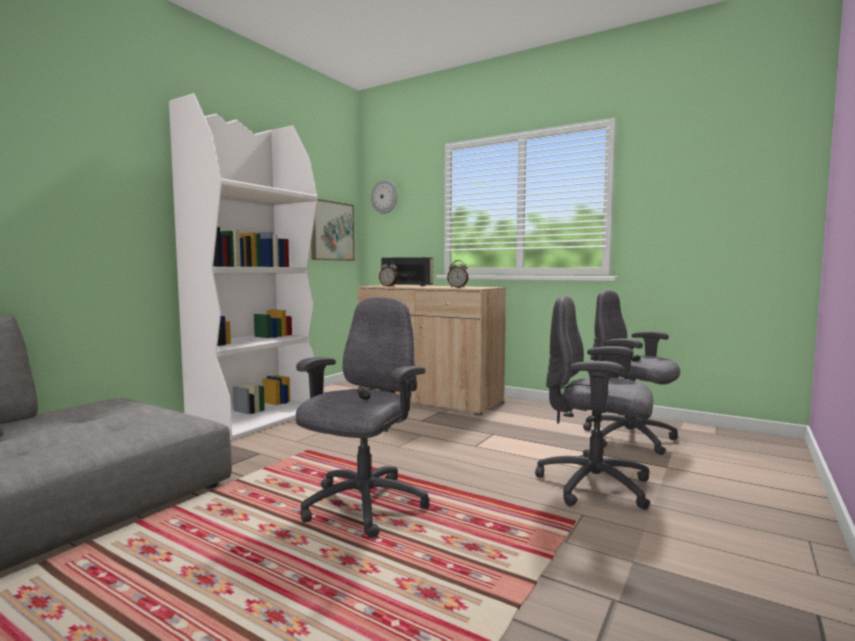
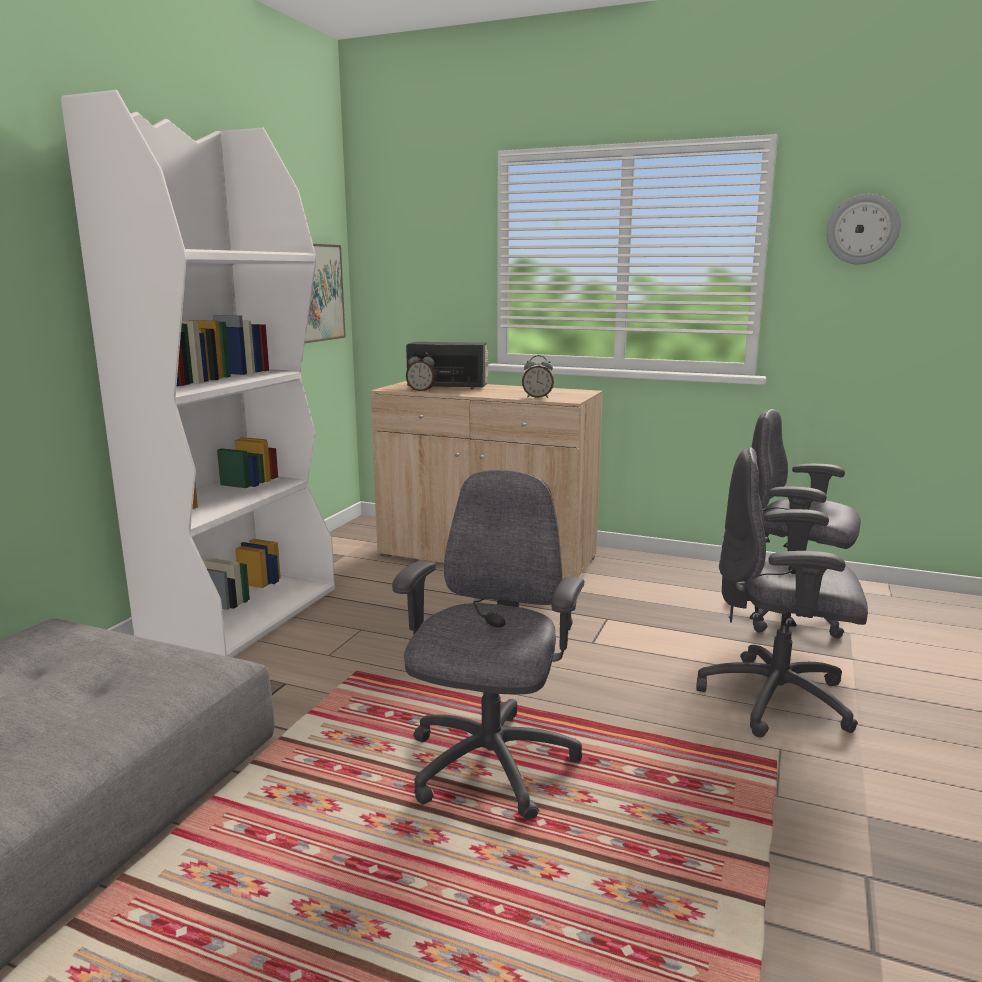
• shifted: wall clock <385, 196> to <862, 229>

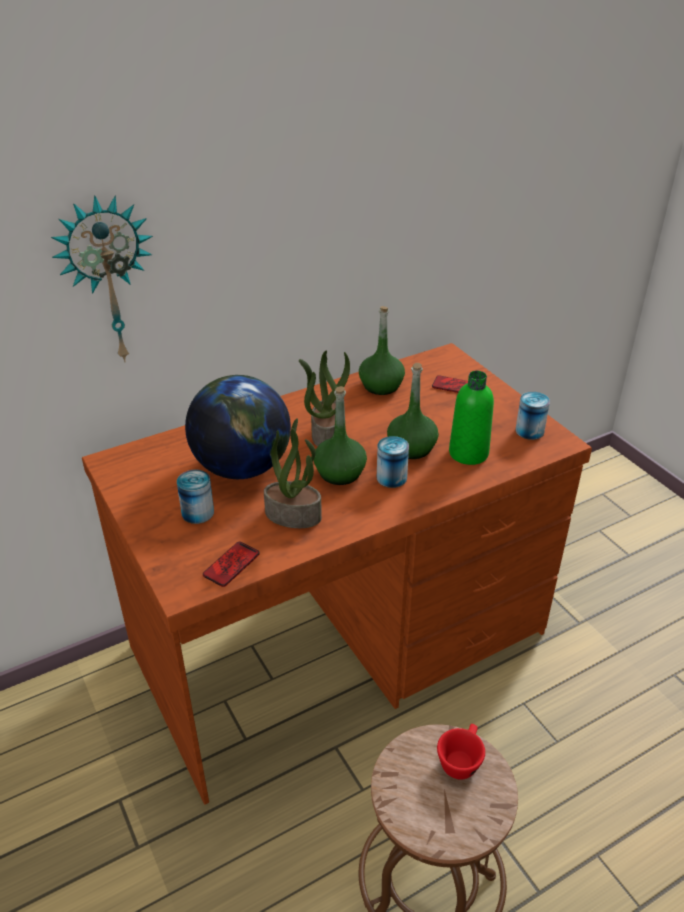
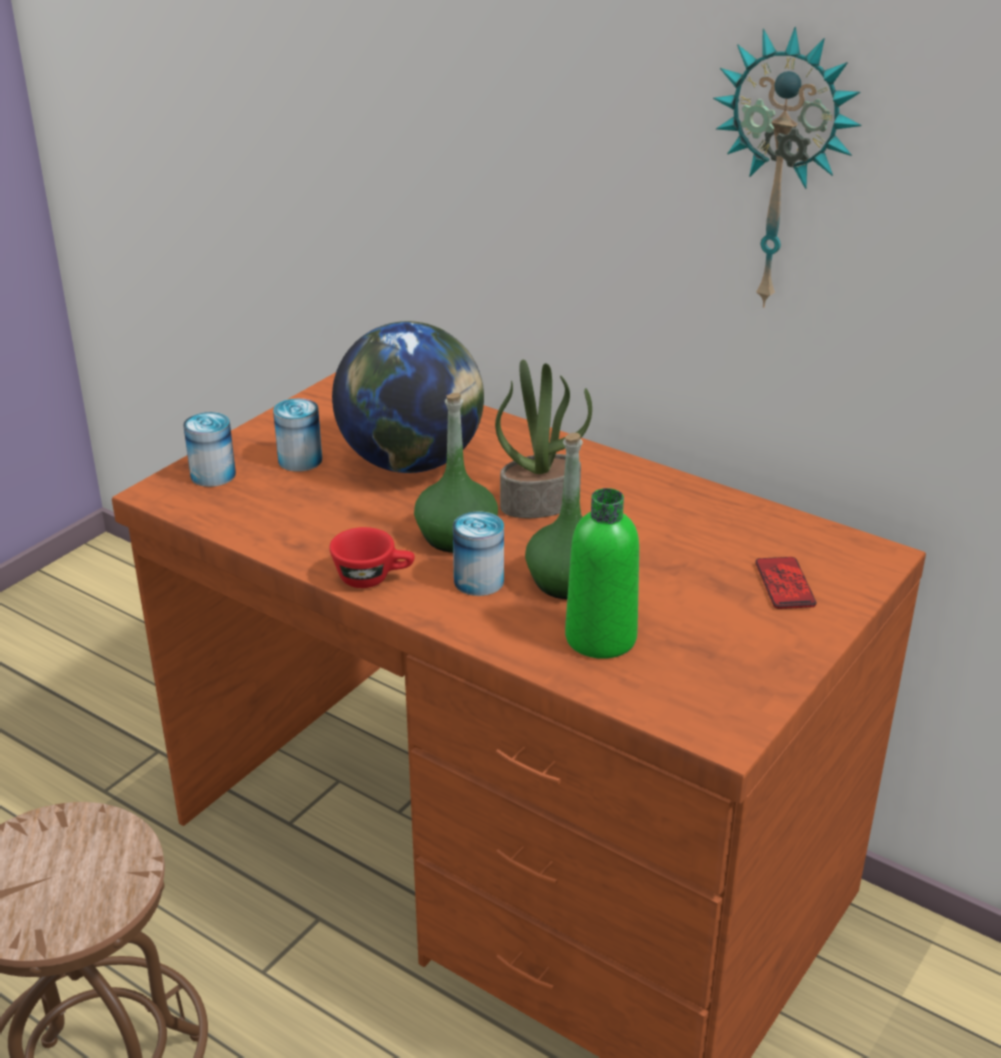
• shifted: wall clock <108, 281> to <783, 171>
• gone: phone <231, 565>
• gone: potted plant <294, 515>
• gone: bottle (green) <381, 385>
• shifted: cup (red) <460, 759> to <373, 578>
• shifted: can <529, 431> to <213, 475>

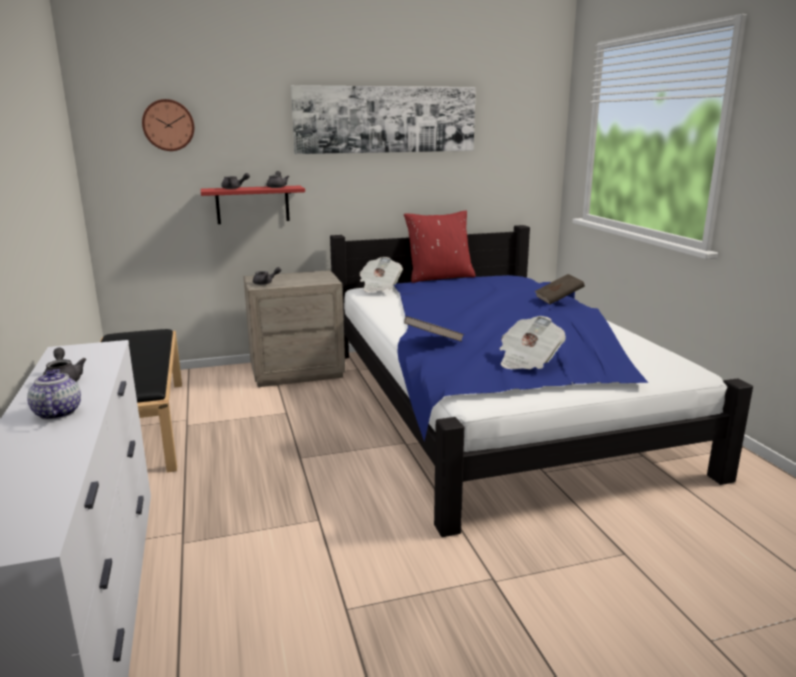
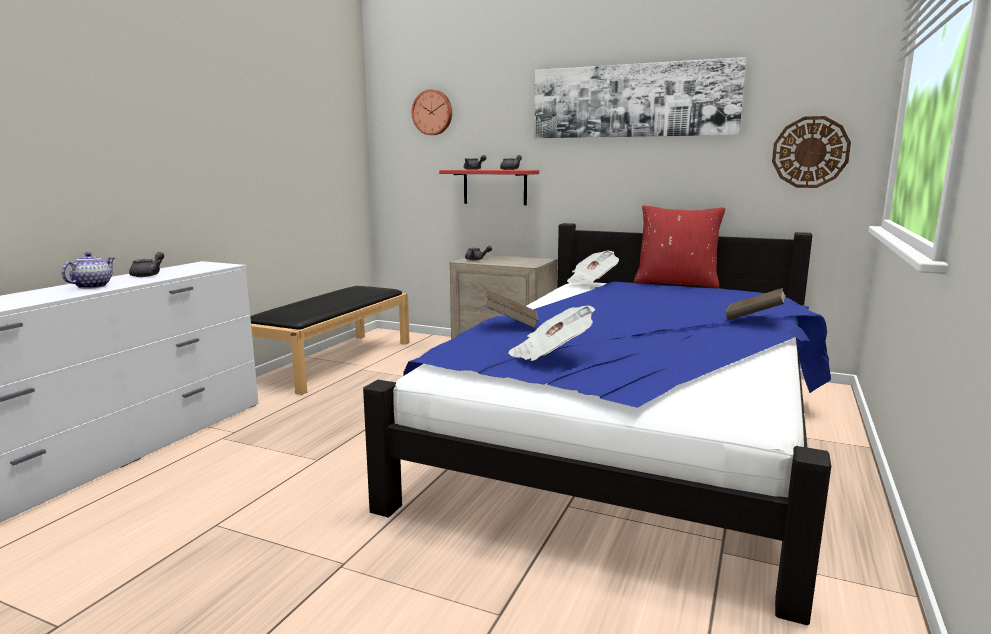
• new: wall clock <810, 152>

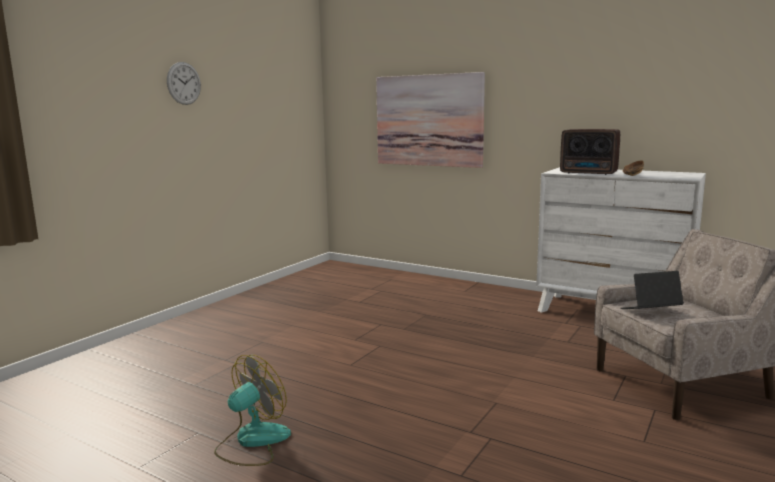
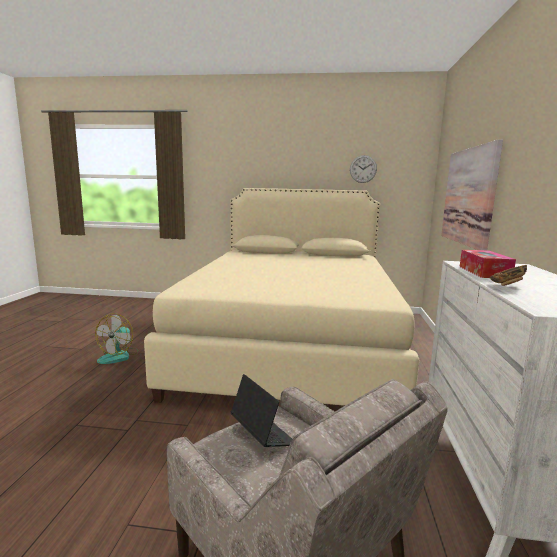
• shifted: wall clock <184, 83> to <363, 169>
• rotated: fan <252, 441> = <119, 356> 90 degrees clockwise
• swapped: radio <589, 173> to tissue box <484, 272>
• new: bed (beige) <291, 344>

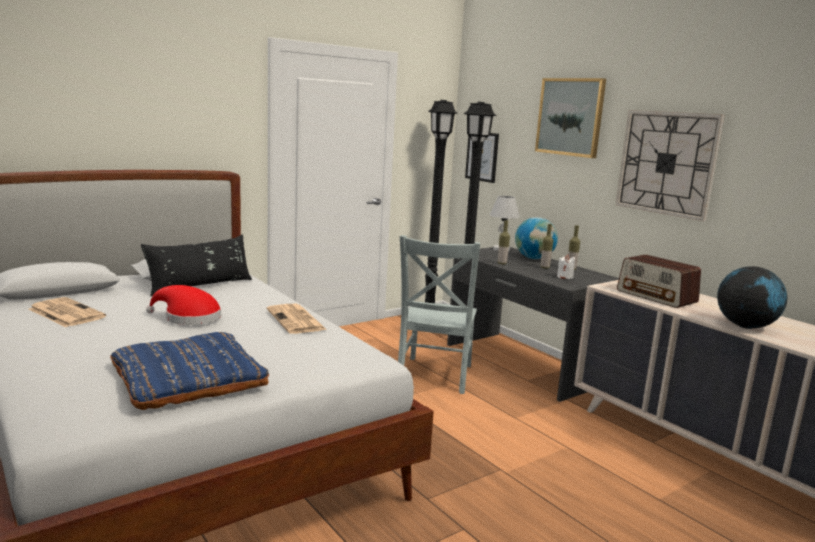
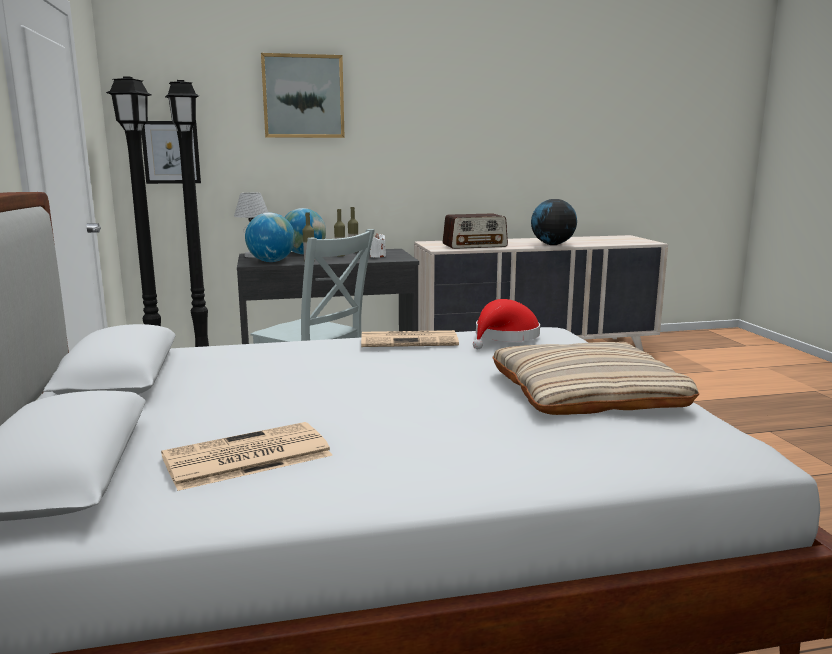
• repainted: pillow (blue) <189, 379> to pillow (beige) <586, 391>
• gone: pillow (black) <200, 286>
• shifted: hat (red) <188, 318> to <504, 337>
• gone: wall clock <667, 163>
• new: globe <271, 261>

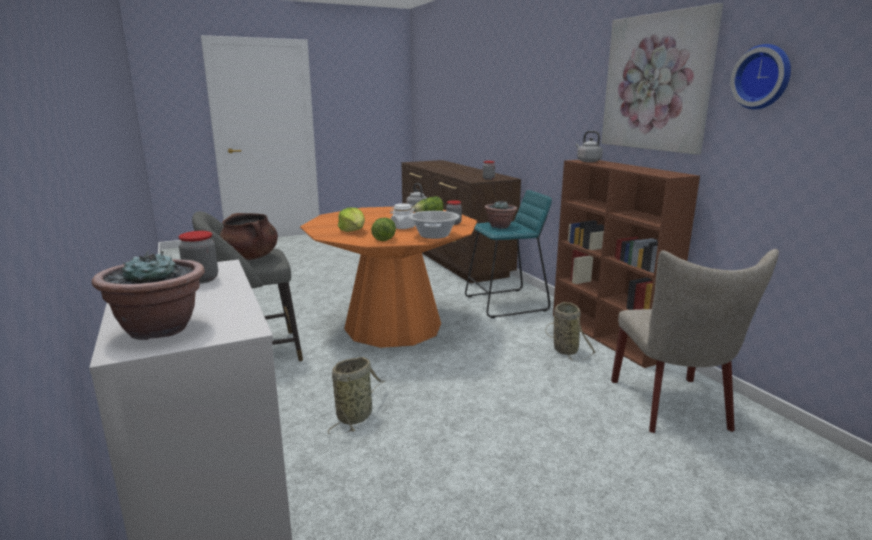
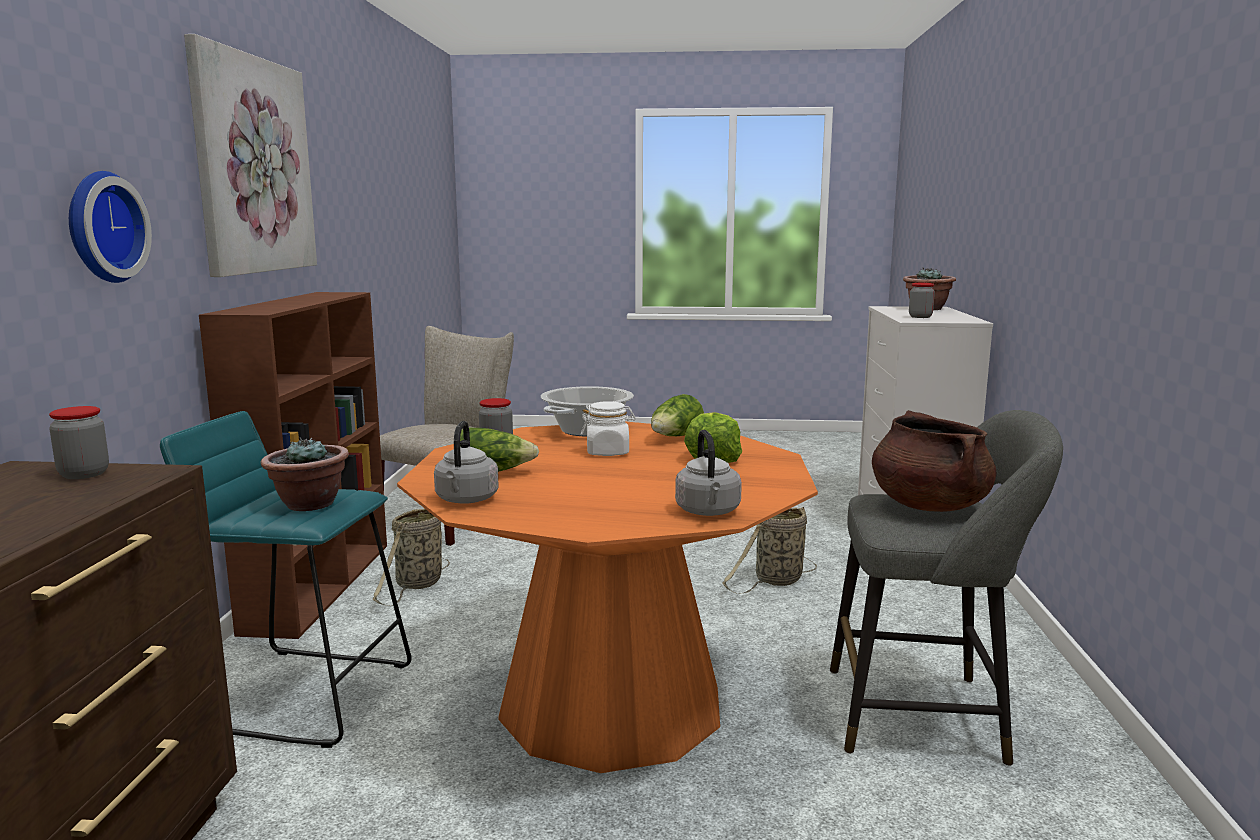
• shifted: kettle (grey) <587, 161> to <708, 512>
• shifted: wall clock <763, 77> to <101, 227>

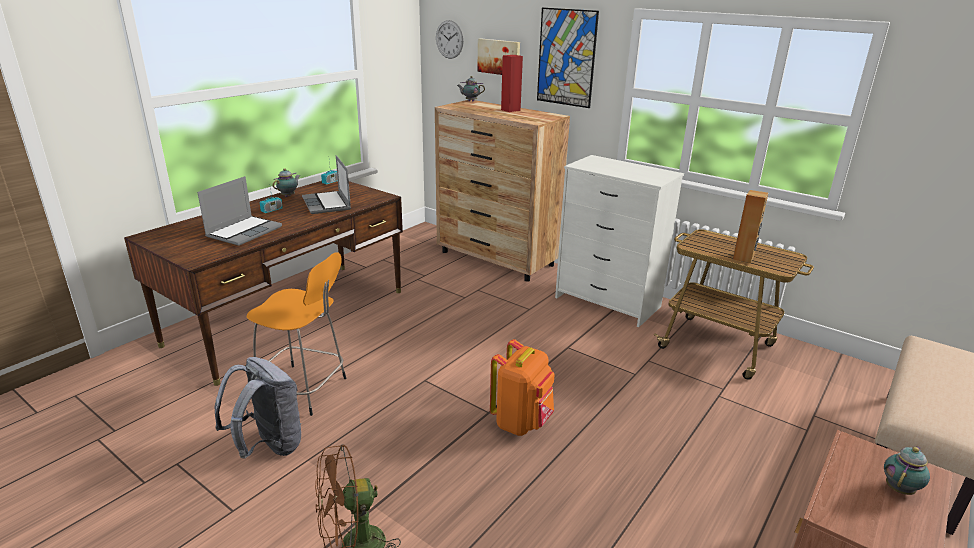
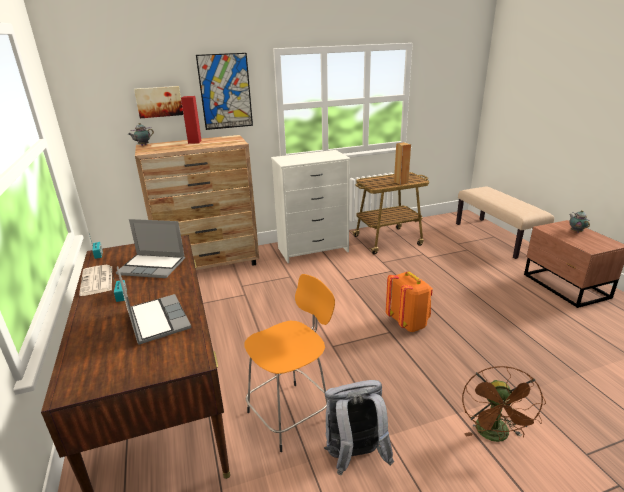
• swapped: teapot <289, 196> to newspaper <97, 281>
• gone: wall clock <449, 39>

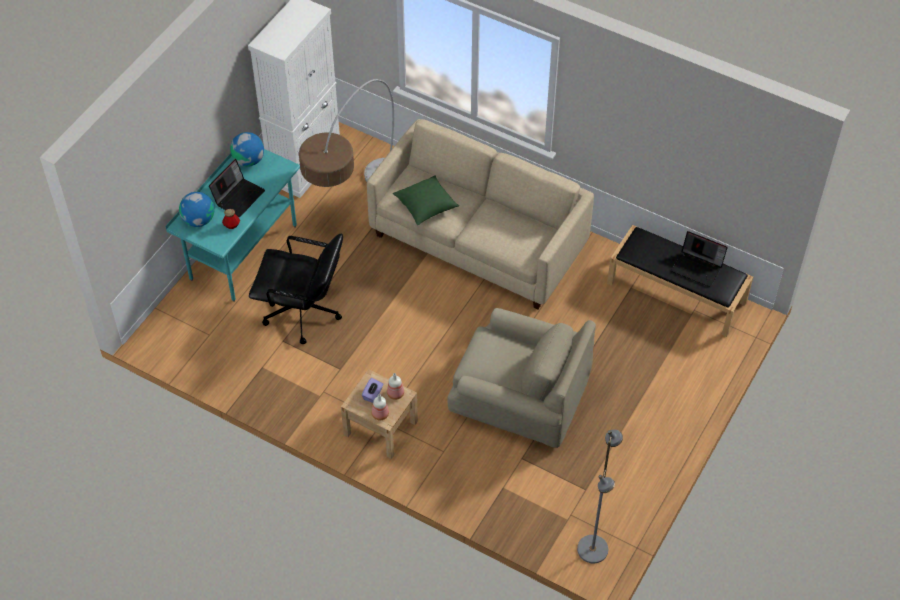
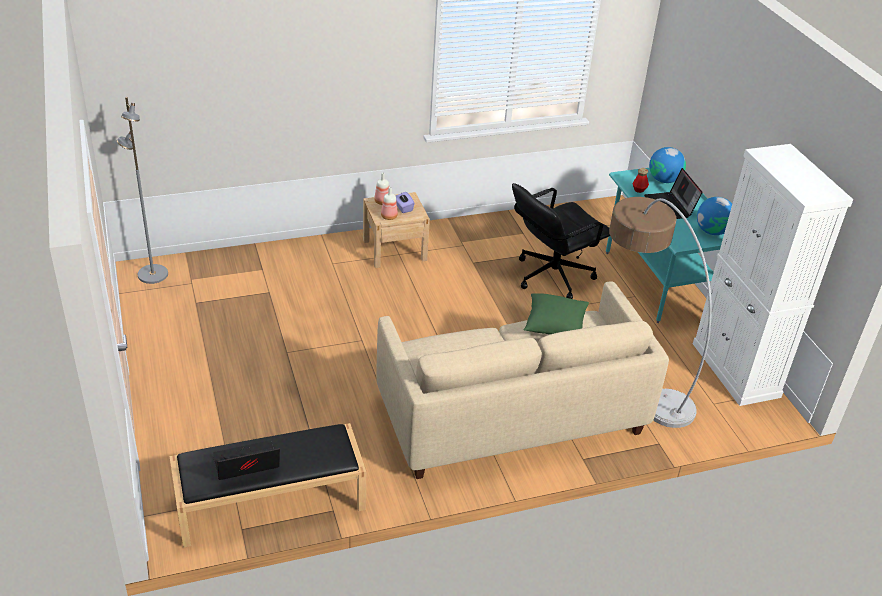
• gone: armchair (beige) <519, 396>

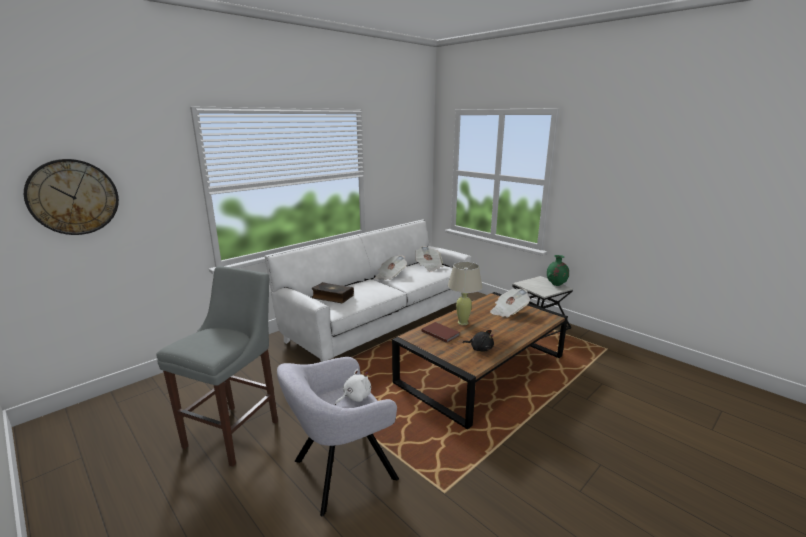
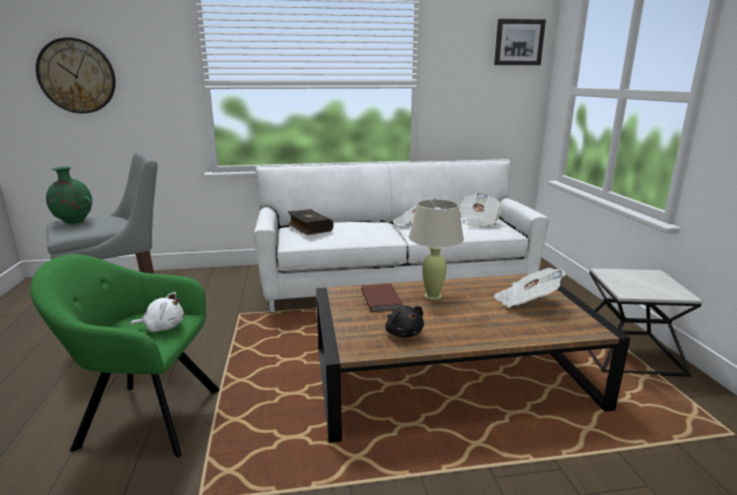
• repainted: armchair (grey) <340, 471> to armchair (green) <145, 417>
• shifted: vase (green) <556, 284> to <74, 222>
• new: picture <518, 42>

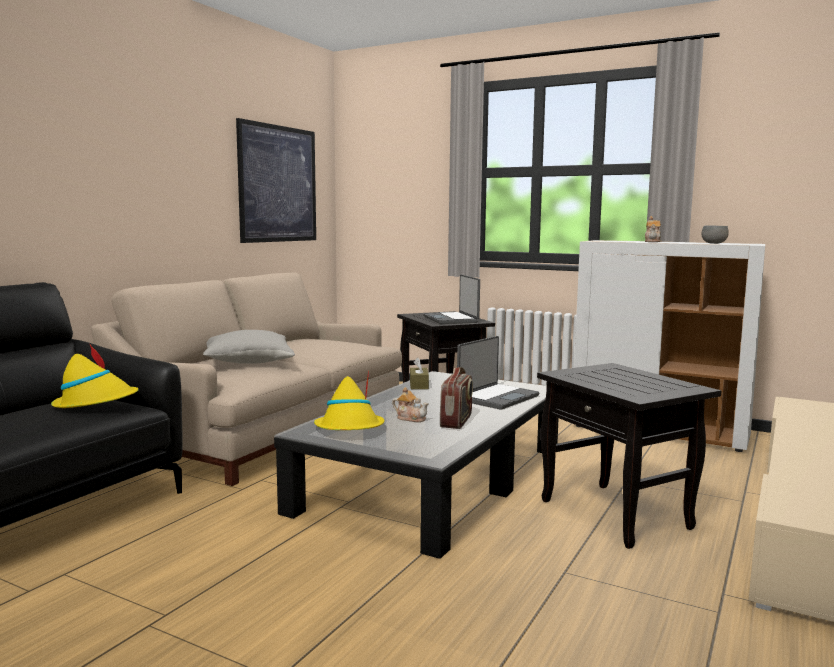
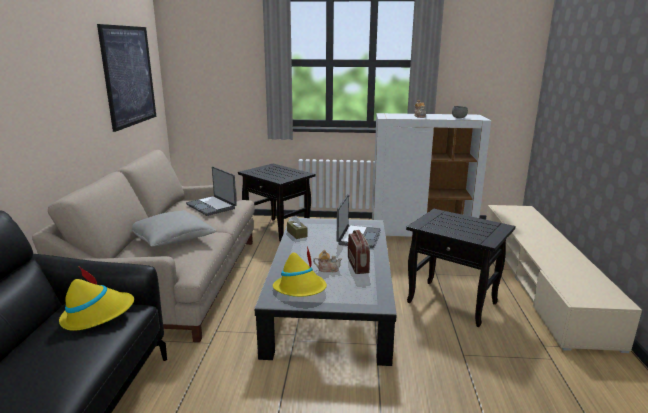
• shifted: laptop <451, 319> to <212, 206>

